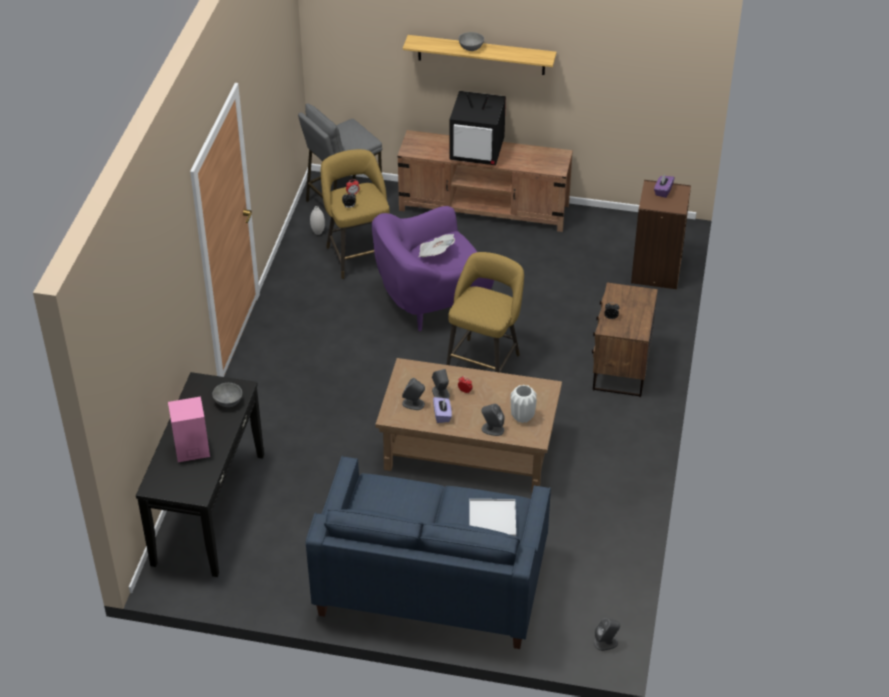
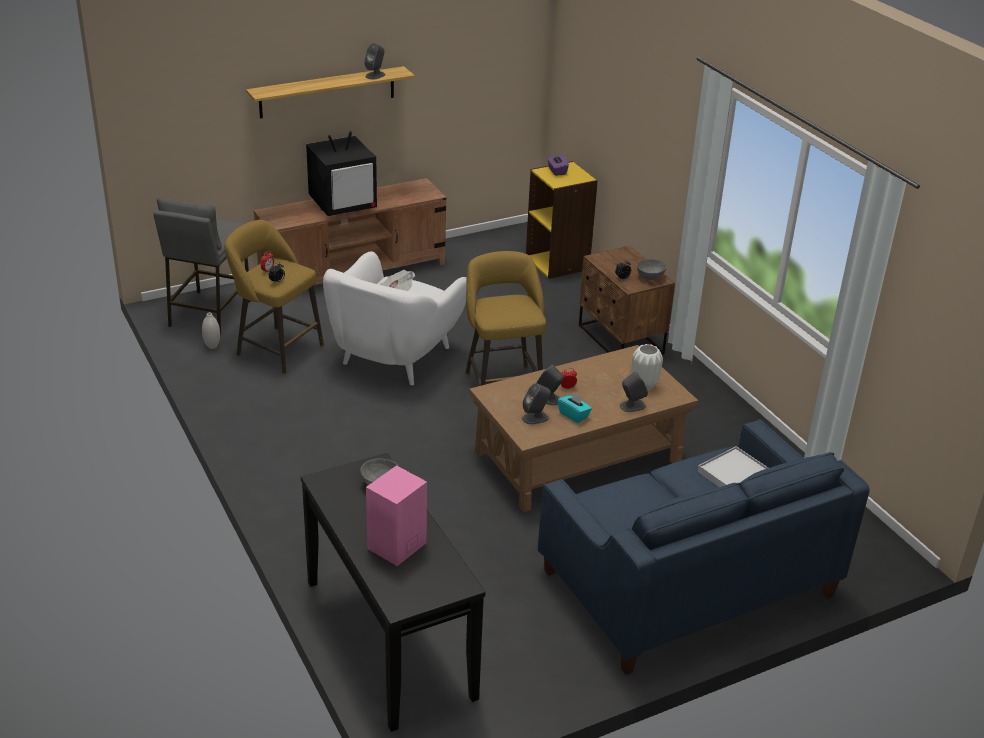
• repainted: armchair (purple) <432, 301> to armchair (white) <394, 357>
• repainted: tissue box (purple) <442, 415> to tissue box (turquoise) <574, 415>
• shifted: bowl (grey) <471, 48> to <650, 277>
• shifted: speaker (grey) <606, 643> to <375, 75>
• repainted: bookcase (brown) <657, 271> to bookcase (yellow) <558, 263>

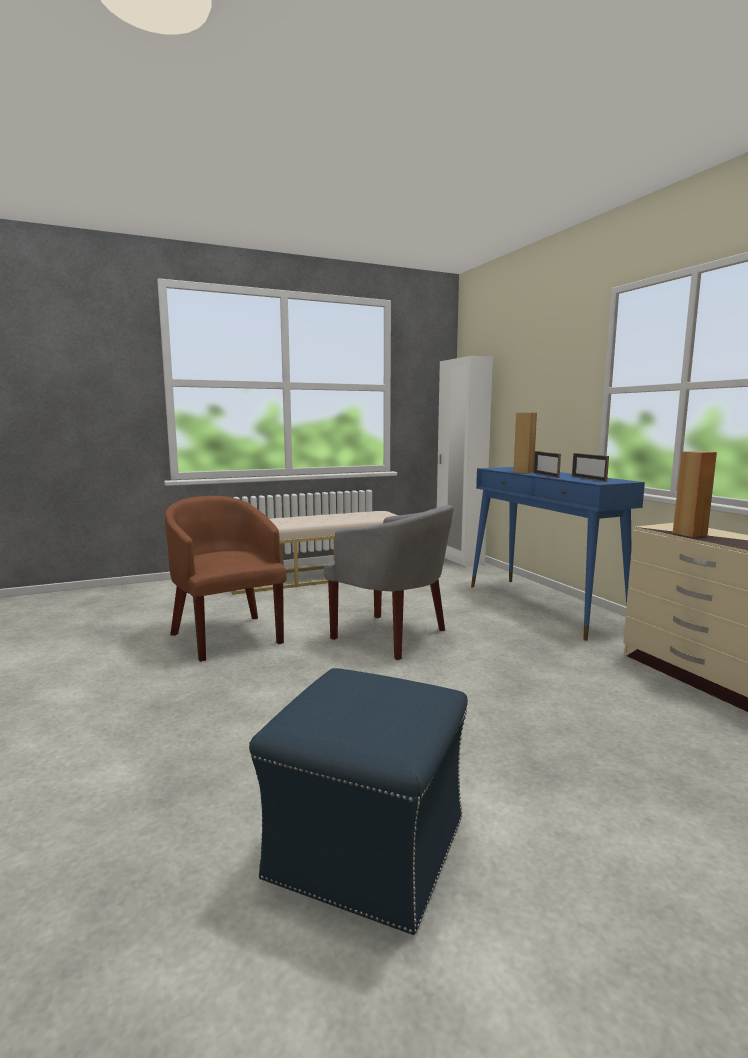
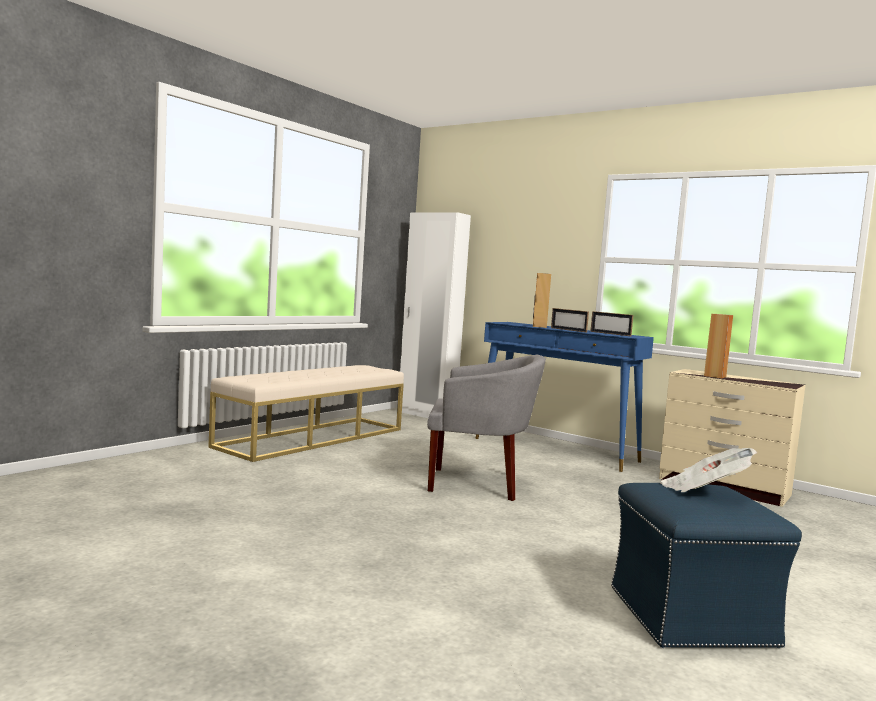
• gone: armchair (brown) <227, 636>
• new: newspaper <704, 491>

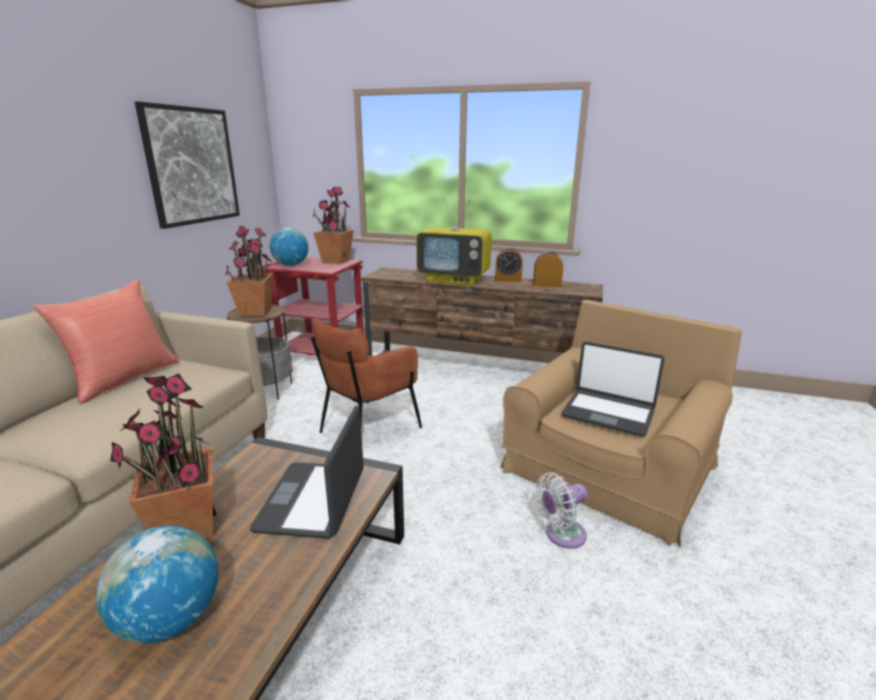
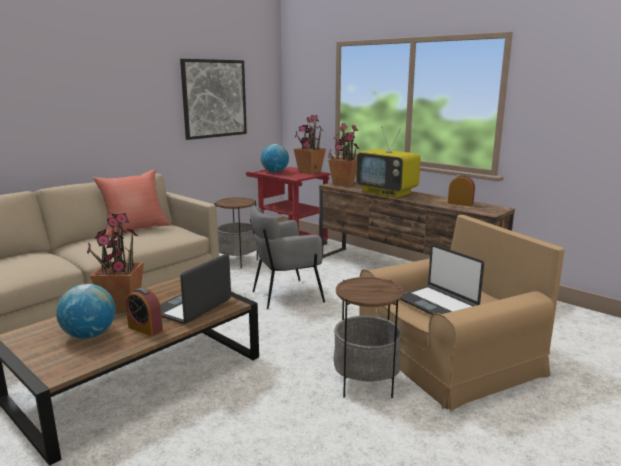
• shifted: potted plant <255, 312> to <343, 183>
• repainted: armchair (brown) <367, 428> to armchair (grey) <286, 295>
• shifted: alarm clock <508, 280> to <145, 328>
• swapped: fan (white) <561, 535> to side table <365, 383>

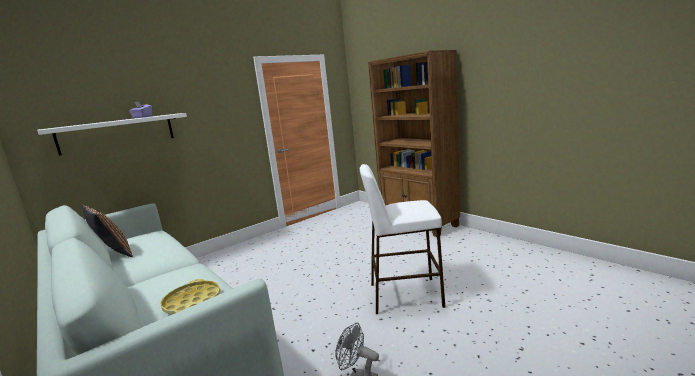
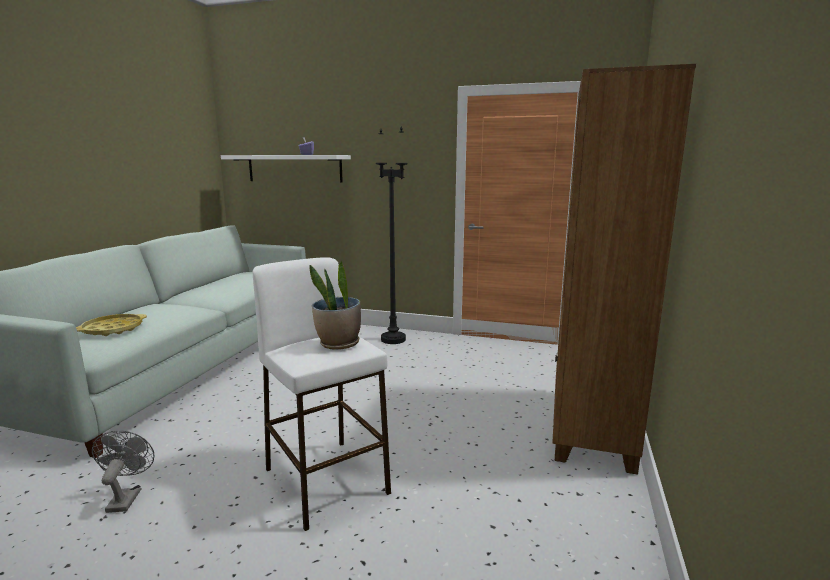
• gone: pillow (brown) <113, 254>
• new: potted plant <338, 344>
• new: floor lamp (black) <393, 339>

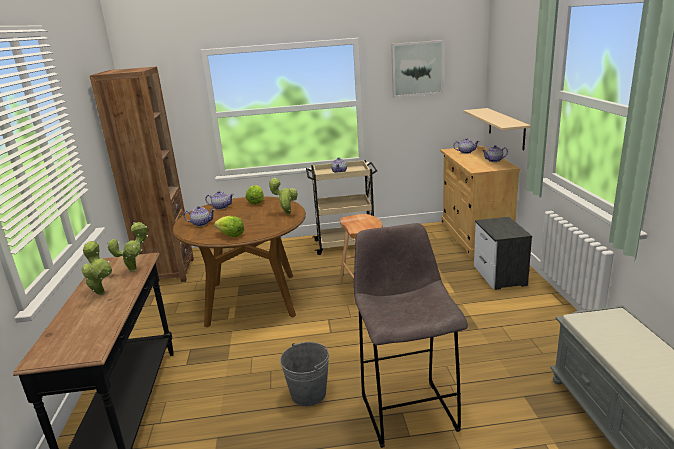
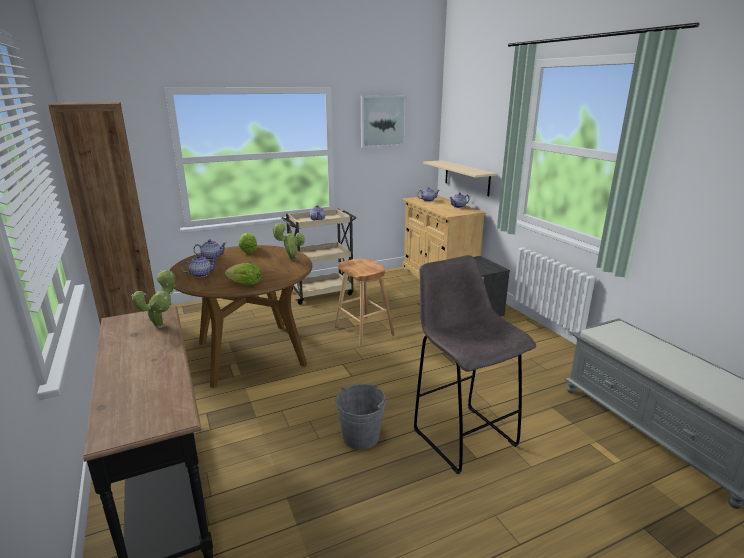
• gone: potted plant <101, 292>

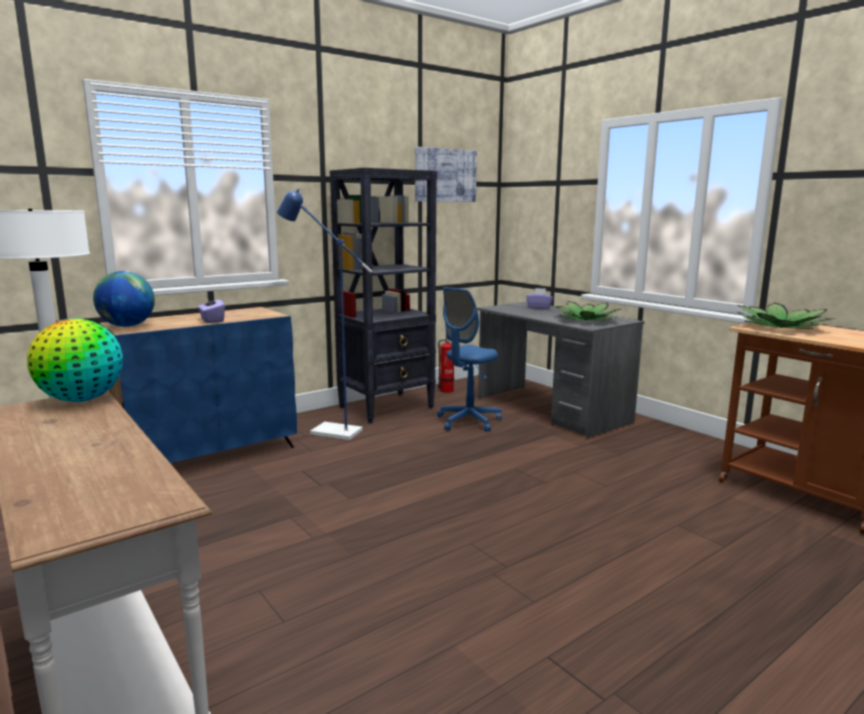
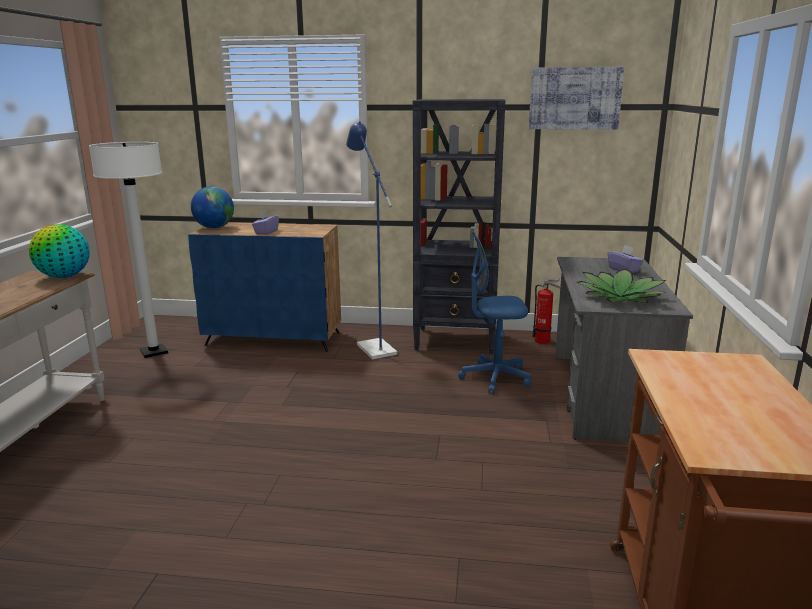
• gone: potted plant <780, 327>

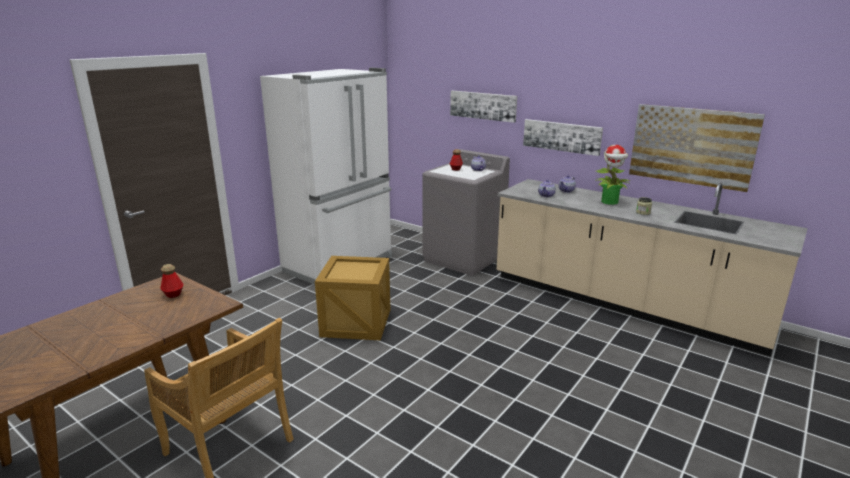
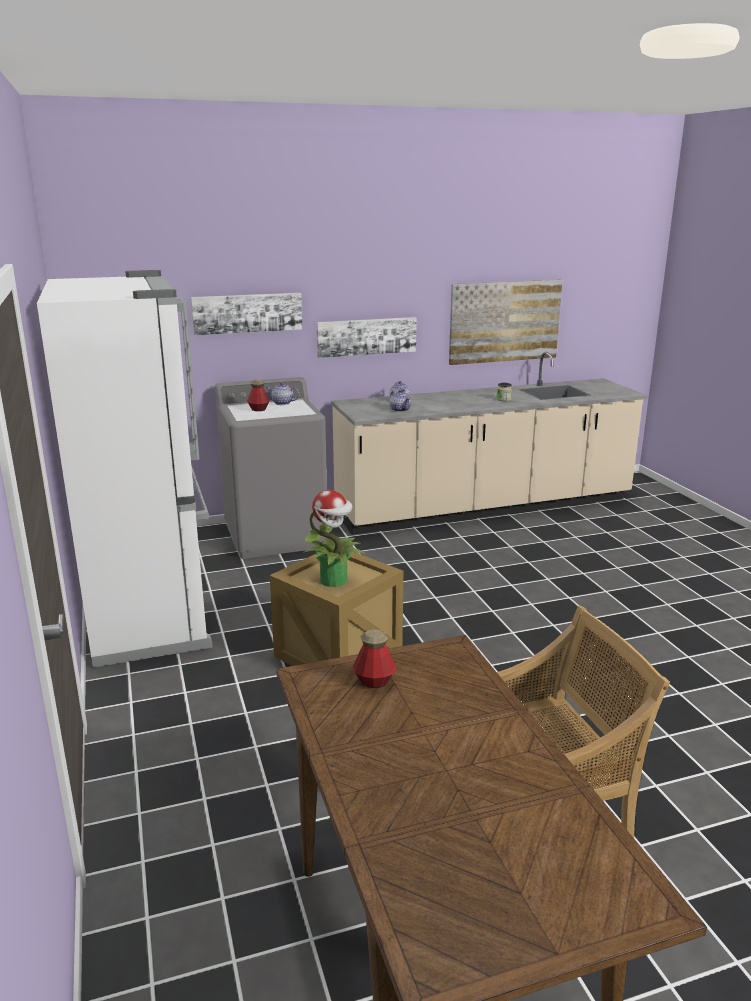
• shifted: potted plant <610, 202> to <334, 580>

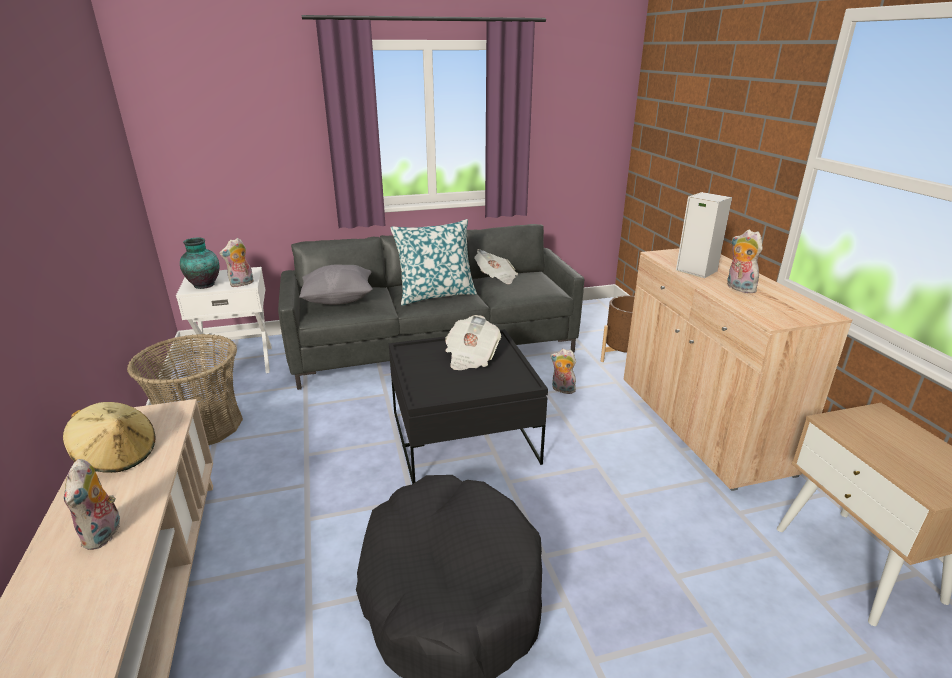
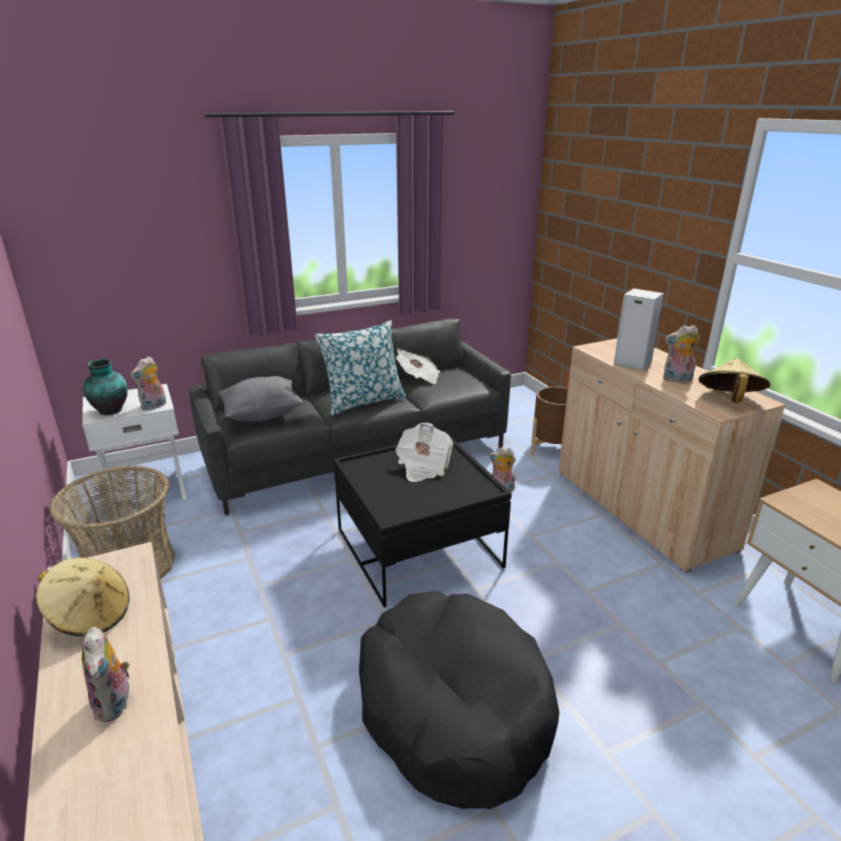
• rotated: plush toy <738, 288> = <676, 380> 45 degrees counterclockwise
• new: hat (beige) <728, 400>

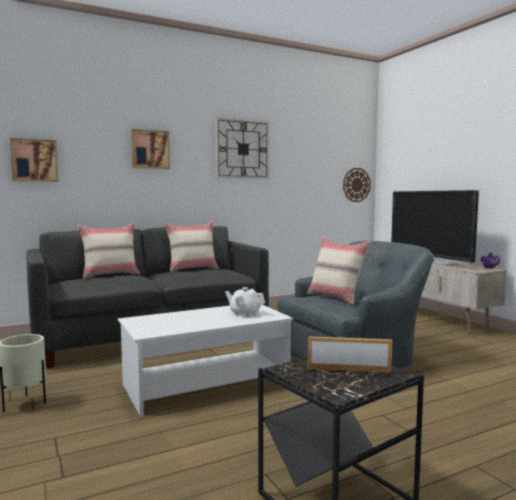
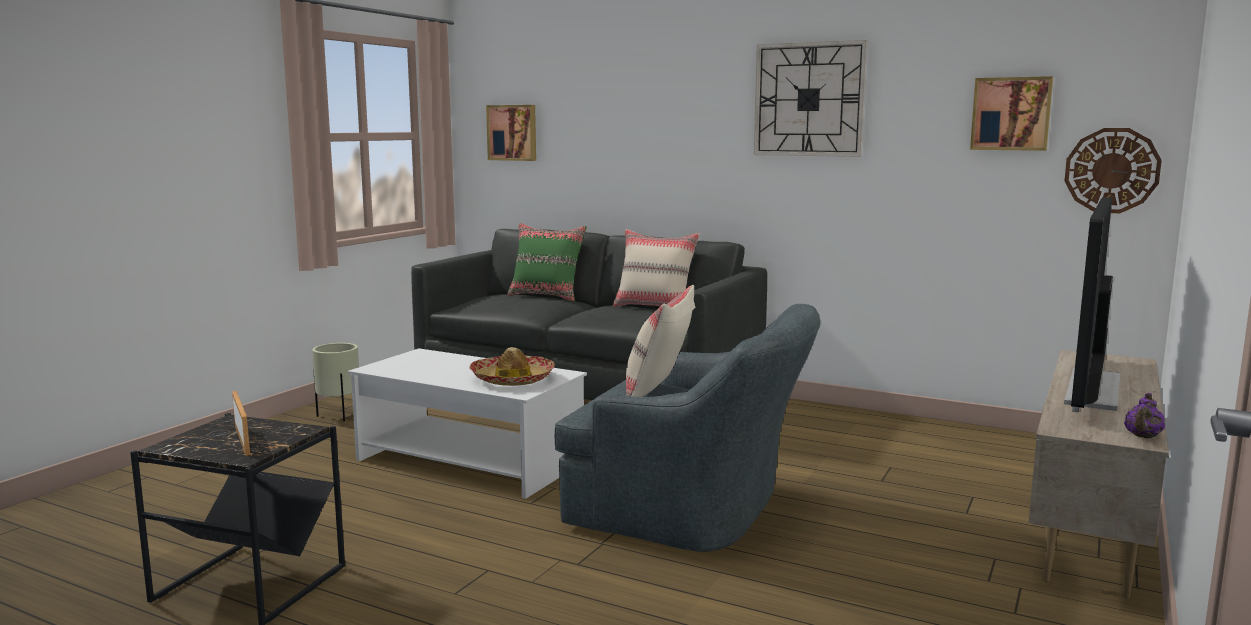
• repainted: pillow (beige) <110, 275> to pillow (green) <546, 296>
• shifted: picture <150, 149> to <1011, 114>
• swapped: teapot (white) <244, 313> to hat <512, 379>

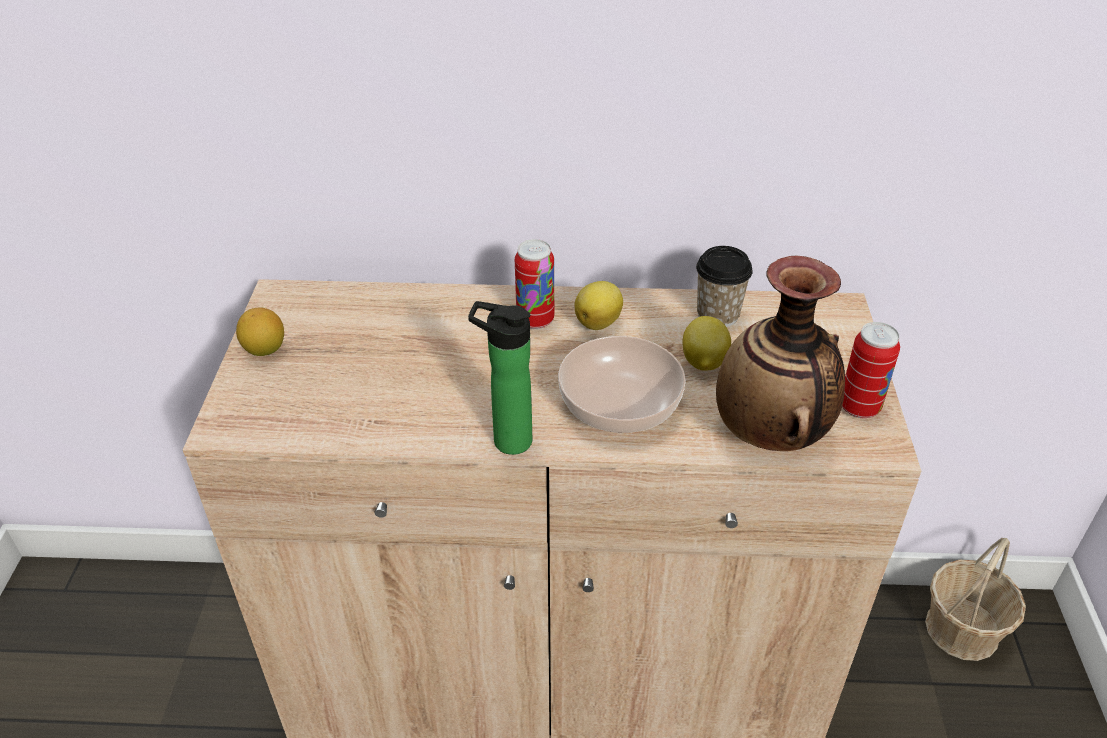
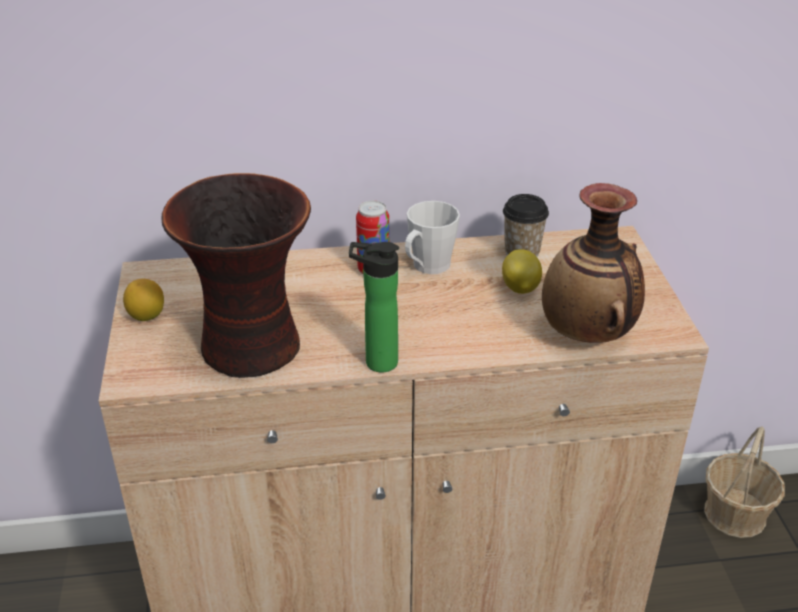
• gone: bowl <620, 403>
• swapped: lemon <599, 322> to mug (white) <427, 267>
• gone: can <859, 407>
• new: vase <253, 348>

